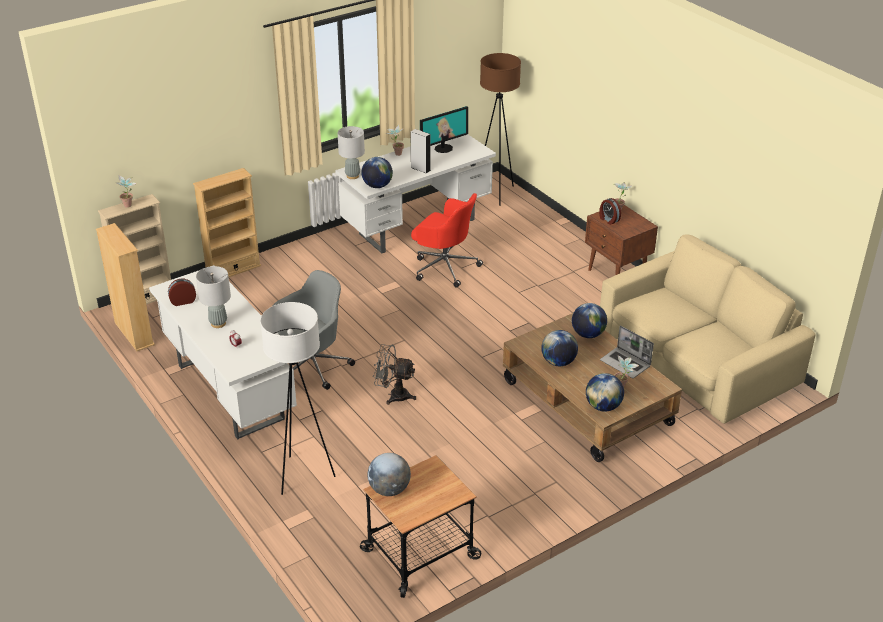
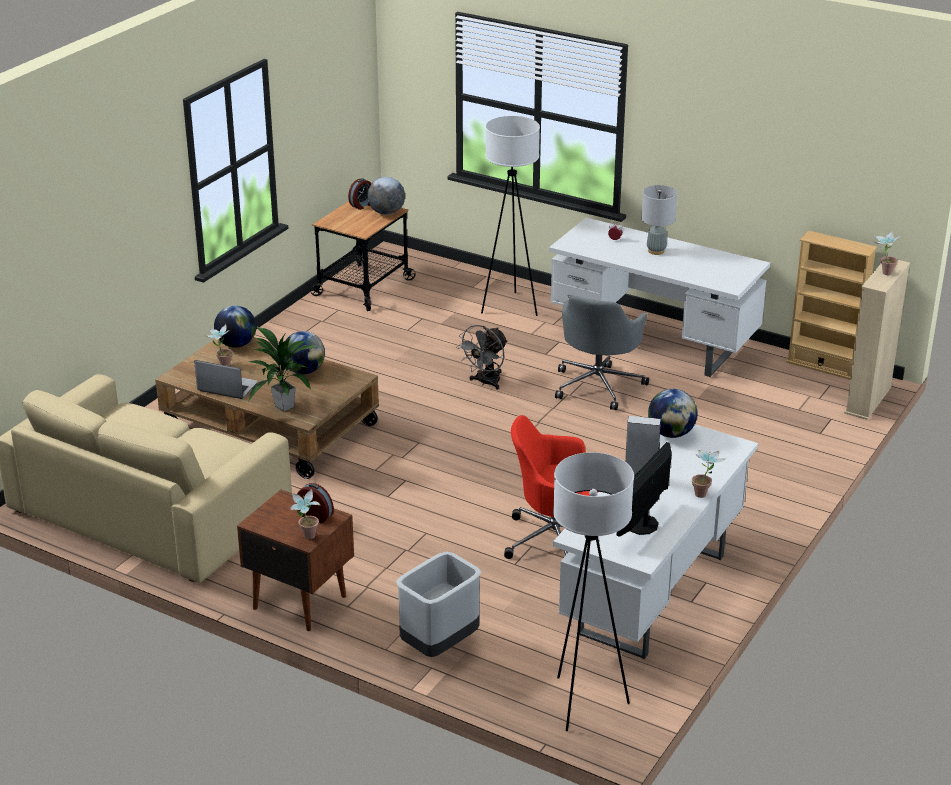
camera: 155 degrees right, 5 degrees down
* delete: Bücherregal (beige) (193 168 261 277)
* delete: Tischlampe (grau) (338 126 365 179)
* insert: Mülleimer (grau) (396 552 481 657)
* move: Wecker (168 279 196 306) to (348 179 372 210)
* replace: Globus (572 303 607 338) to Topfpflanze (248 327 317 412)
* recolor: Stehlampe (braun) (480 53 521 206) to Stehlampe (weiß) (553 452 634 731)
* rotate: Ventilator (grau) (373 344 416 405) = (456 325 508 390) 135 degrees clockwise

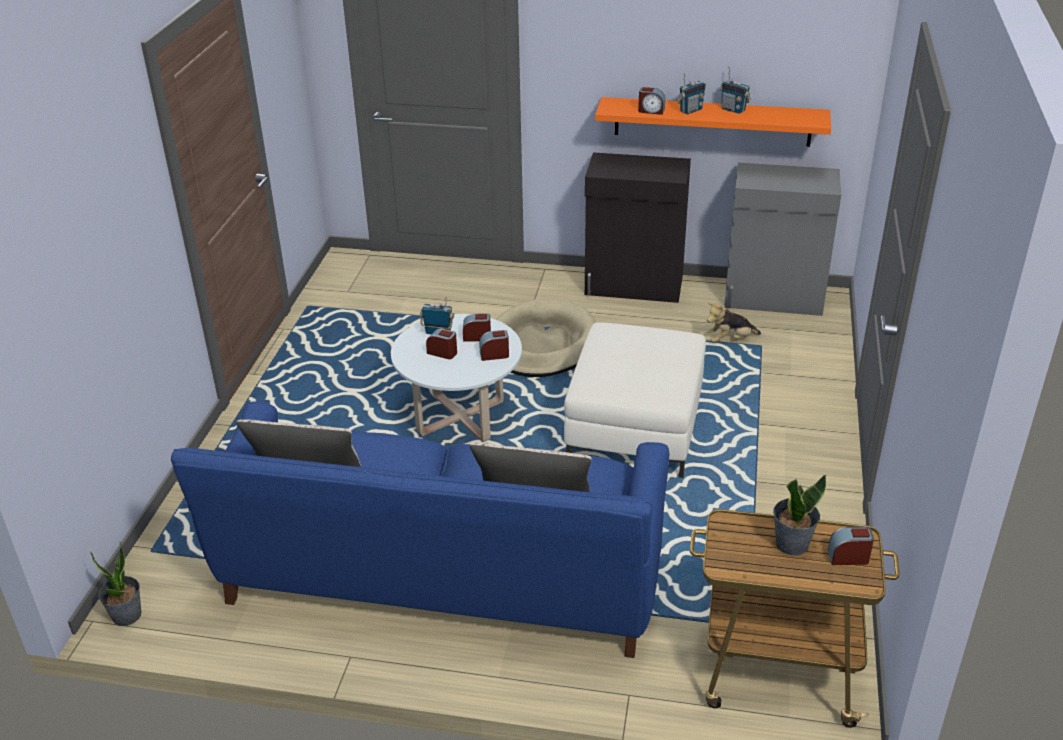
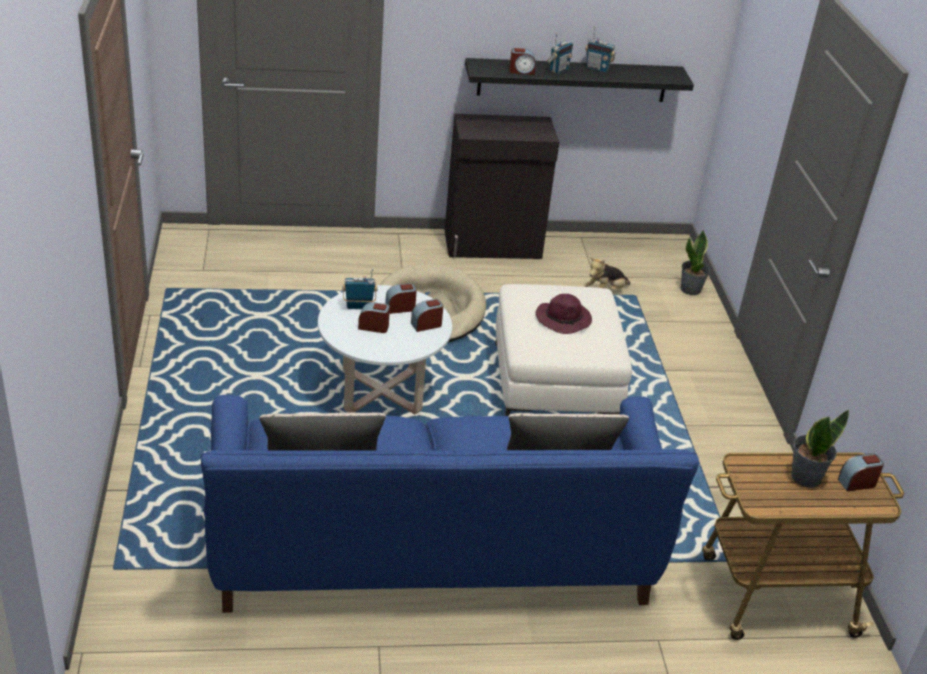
camera: 20 degrees left, 0 degrees up
* delete: Schrank (grau) (725 163 841 316)
* insert: Hut (lila) (535 294 592 334)
* move: Topfpflanze (90 542 142 626) to (681 230 710 295)
* recolor: Wandregal (orange) (595 97 831 147) to Wandregal (schwarz) (465 58 694 102)

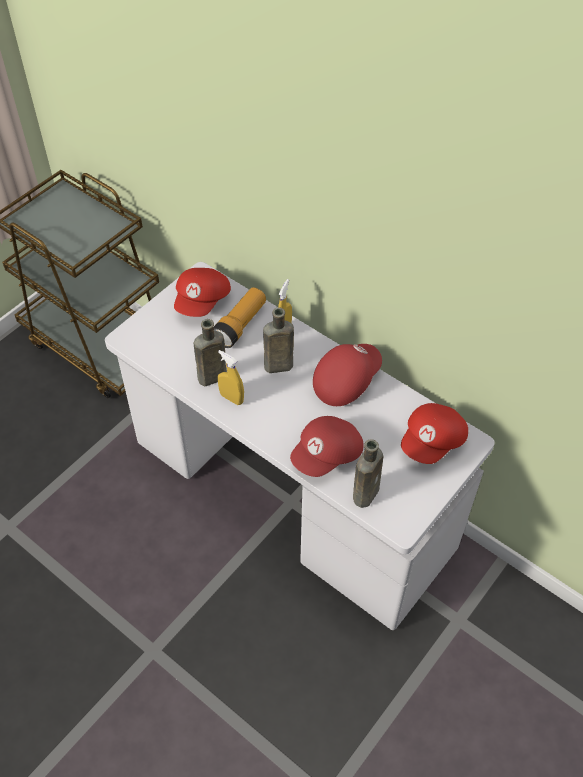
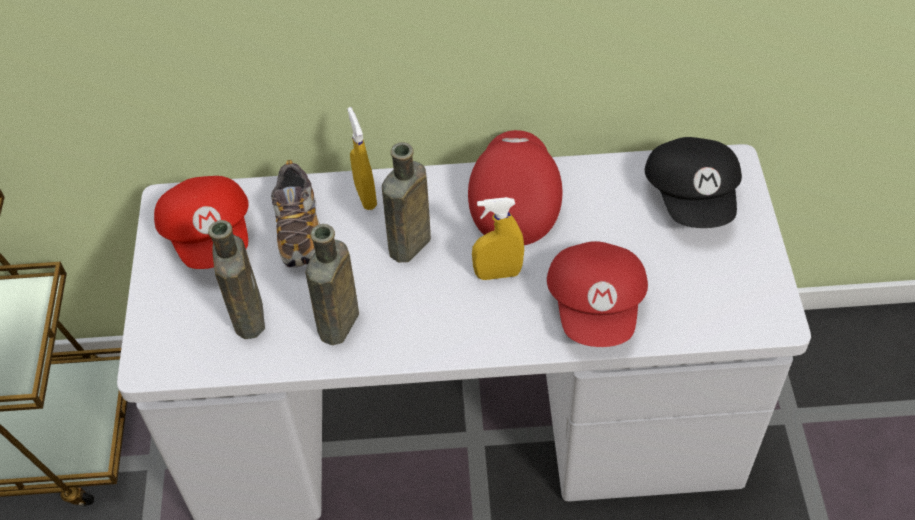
camera: 40 degrees left, 0 degrees up
* move: Sprühflasche (gelb) (218 350 244 405) to (472 197 524 280)
* move: Flasche (braun) (353 439 383 508) to (208 220 265 339)
* replace: Taschenlampe (214 287 266 348) to Schuh (271 160 320 268)
* recolor: Kappe (rot) (401 403 468 464) to Kappe (schwarz) (645 137 742 228)

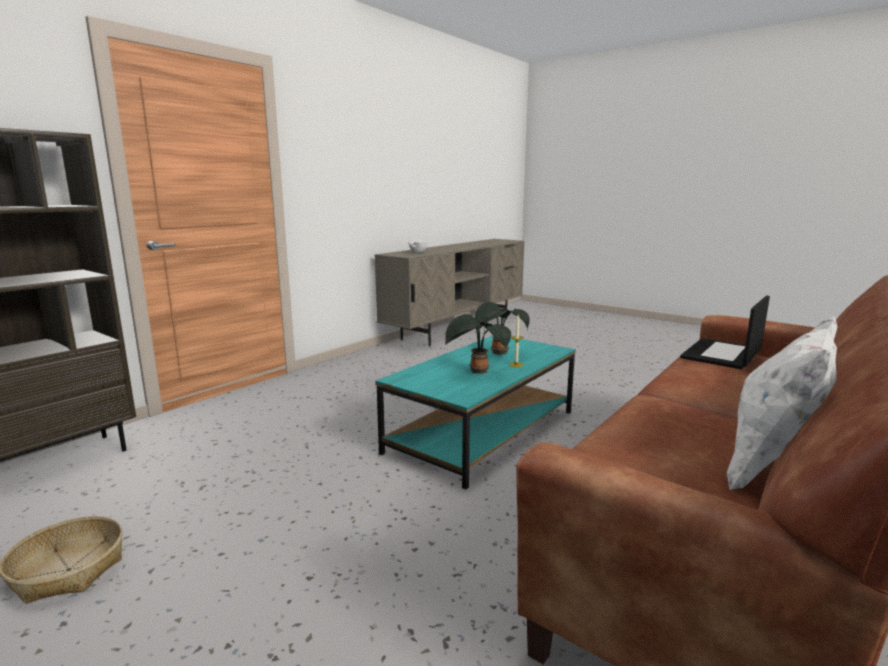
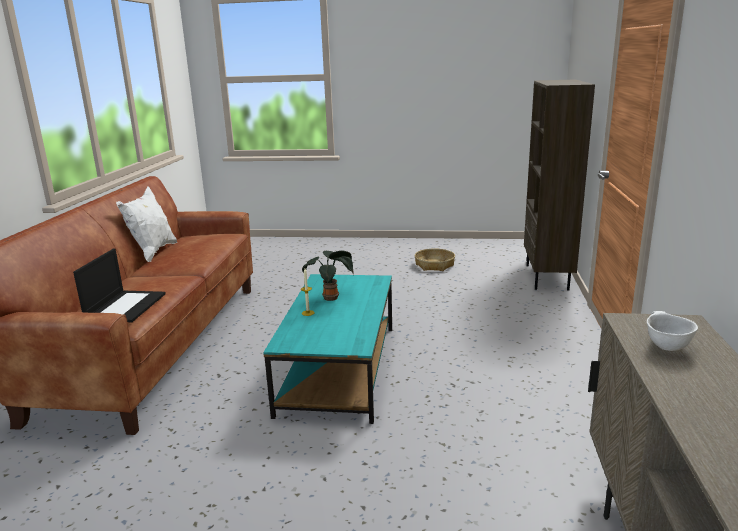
camera: 150 degrees right, 5 degrees up
* delete: Topfpflanze (475 302 530 355)

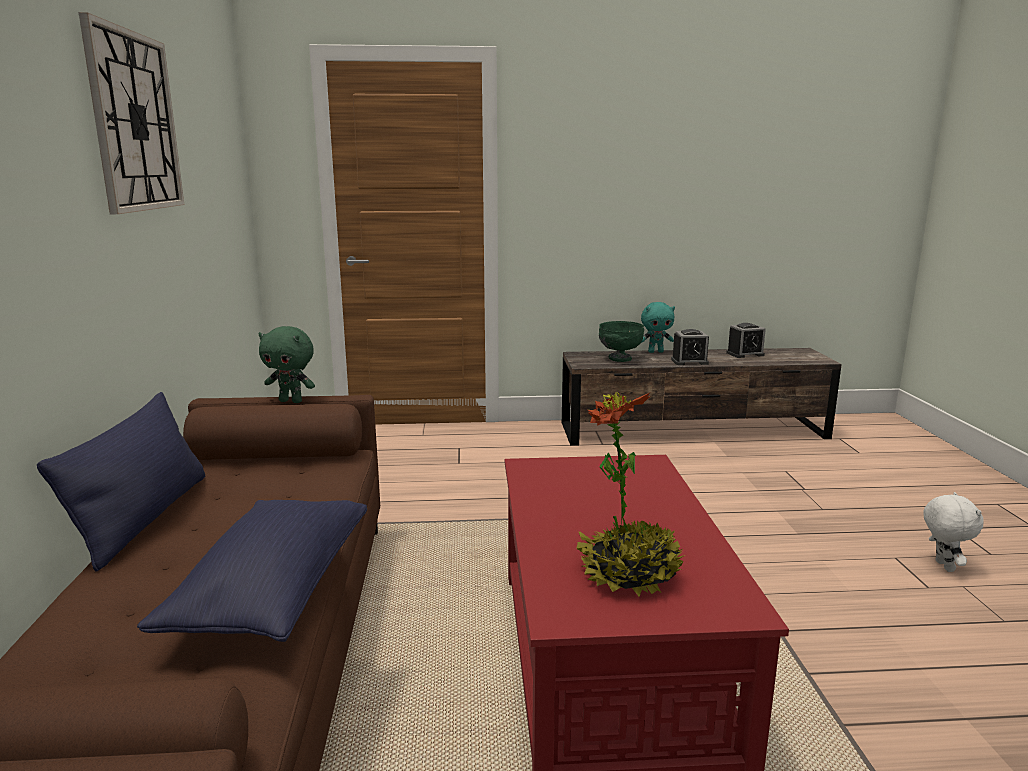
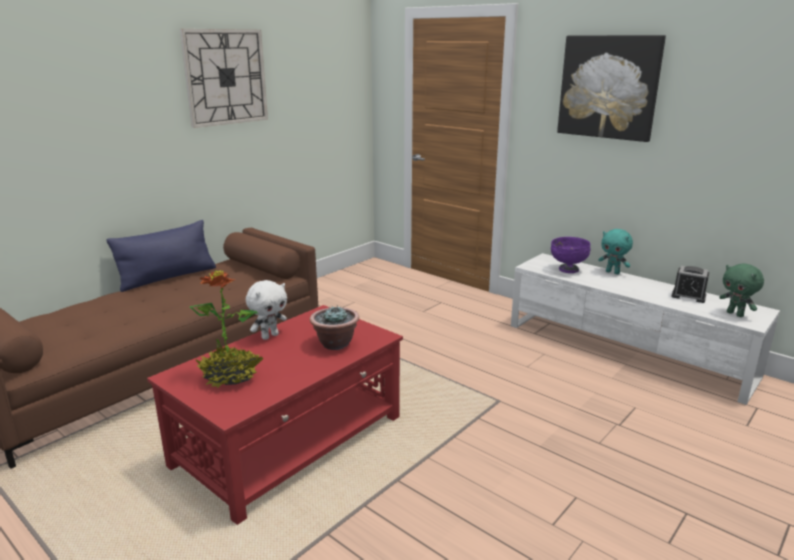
camera: 45 degrees right, 5 degrees up
* delete: Kissen (blau) (137 500 367 642)
* delete: Wecker (671 329 709 365)
* insert: Topfpflanze (310 305 359 350)
* insert: Bild (557 35 666 142)
* move: Plüschtier (grün) (258 326 315 403) to (719 263 764 317)
* move: Plüschtier (weiß) (923 492 984 572) to (246 280 287 340)
* recolor: Fernsehschrank (braun) (562 348 842 446) to Fernsehschrank (weiß) (511 253 780 405)
* recolor: Schüssel (grün) (599 321 644 362) to Schüssel (lila) (551 237 591 273)

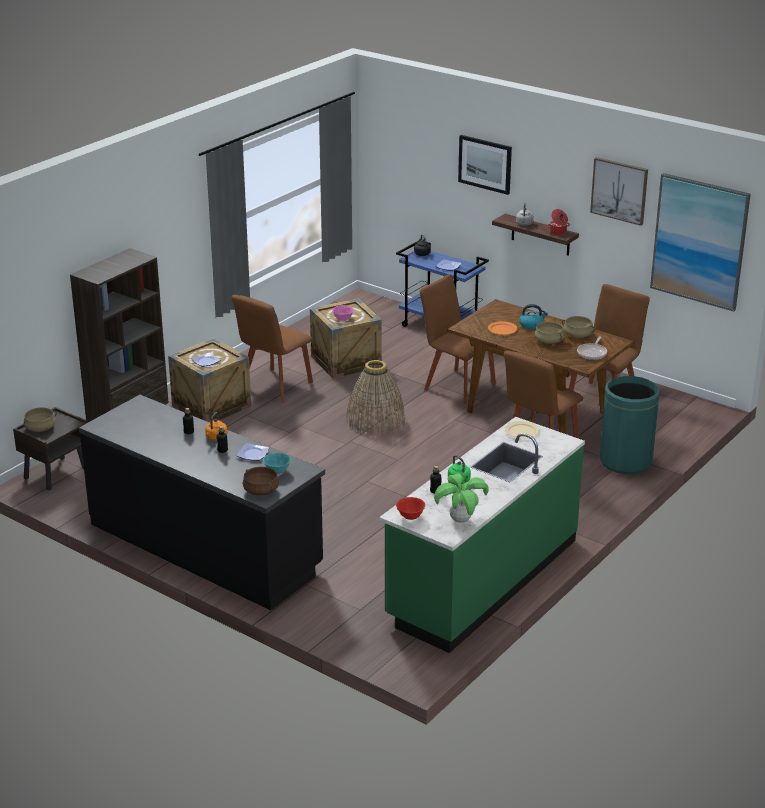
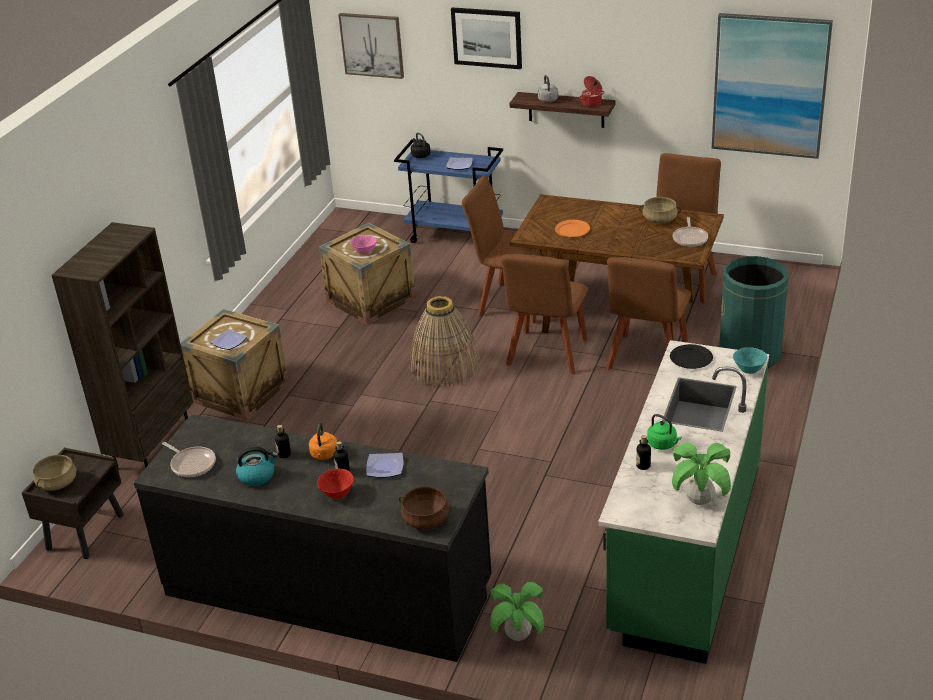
camera: 15 degrees left, 5 degrees up
* delete: Kochtopf (beige) (535 321 565 344)
* insert: Pfanne (162 442 216 477)
* insert: Topfpflanze (490 582 544 641)
* move: Stuhl (braun) (231 295 313 403) to (501 254 588 374)
* move: Schüssel (türkis) (263 453 291 474) to (733 347 767 374)
* move: Schüssel (rot) (396 497 425 520) to (317 468 354 499)
* move: Wasserkessel (519 304 548 330) to (236 446 278 486)
* move: Bild (590 157 648 226) to (338 13 404 79)
* recolor: Teller (beige) (505 421 540 439) to Teller (schwarz) (670 344 713 369)

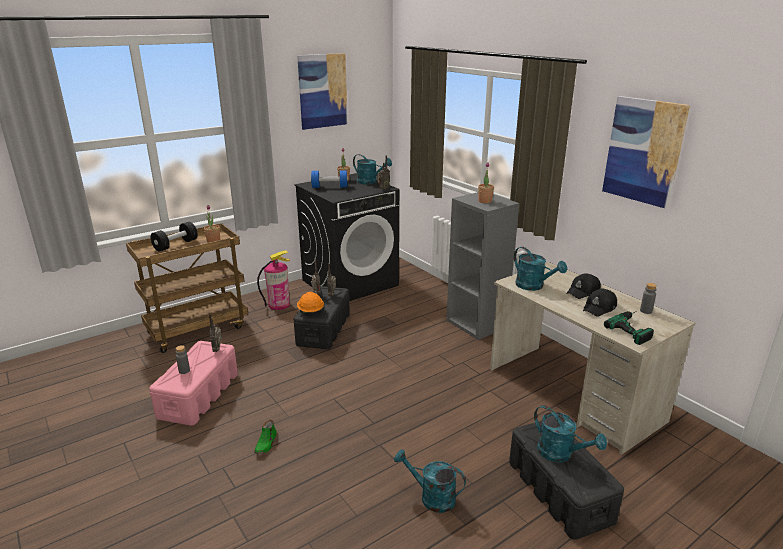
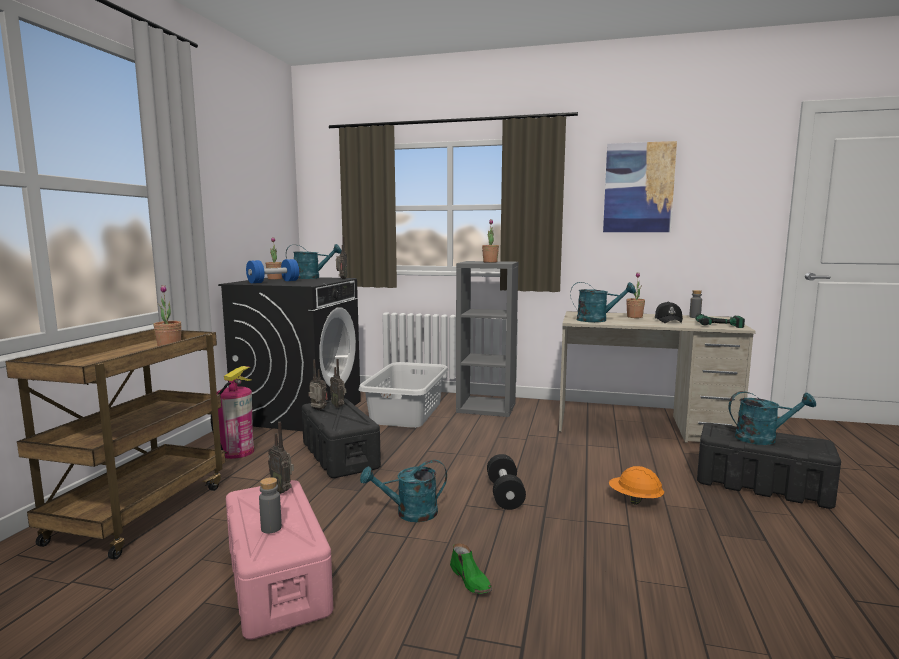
camera: 40 degrees left, 15 degrees down
* delete: Bild (297 53 348 130)
* insert: Wäschekorb (grau) (358 362 448 428)
* move: Hantel (schwarz) (151 222 198 252) to (487 454 526 510)
* move: Schutzhelm (orange) (297 292 324 314) to (609 466 664 505)
* move: Gießkanne (türkis) (394 449 466 513) to (360 460 447 522)
* replace: Kappe (schwarz) (566 273 601 299) to Topfpflanze (626 272 645 318)

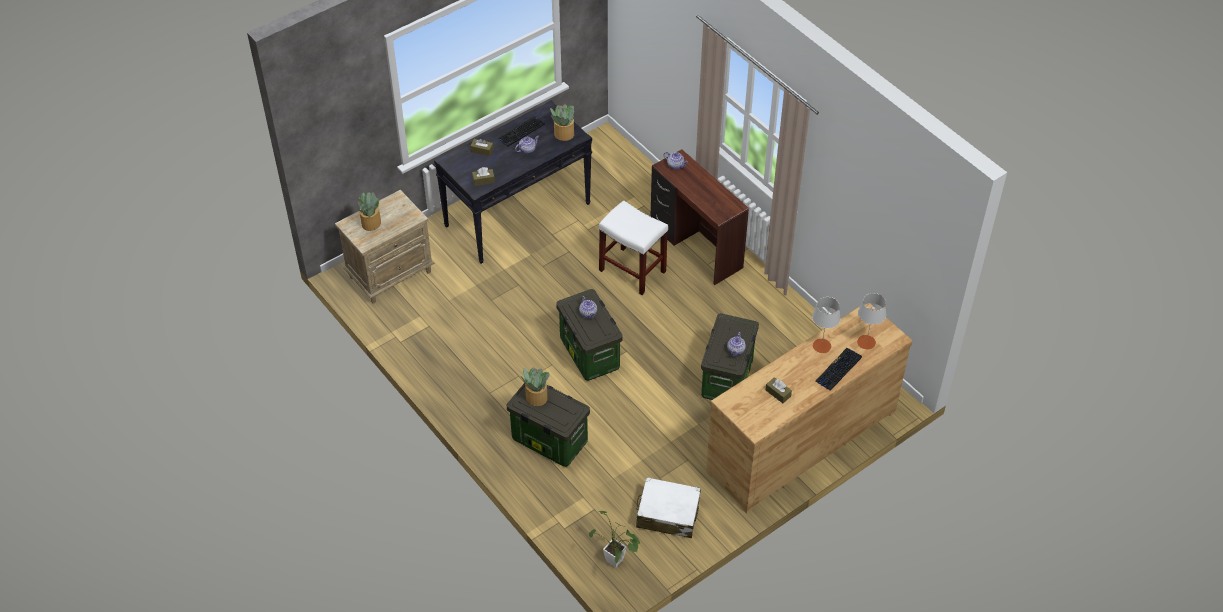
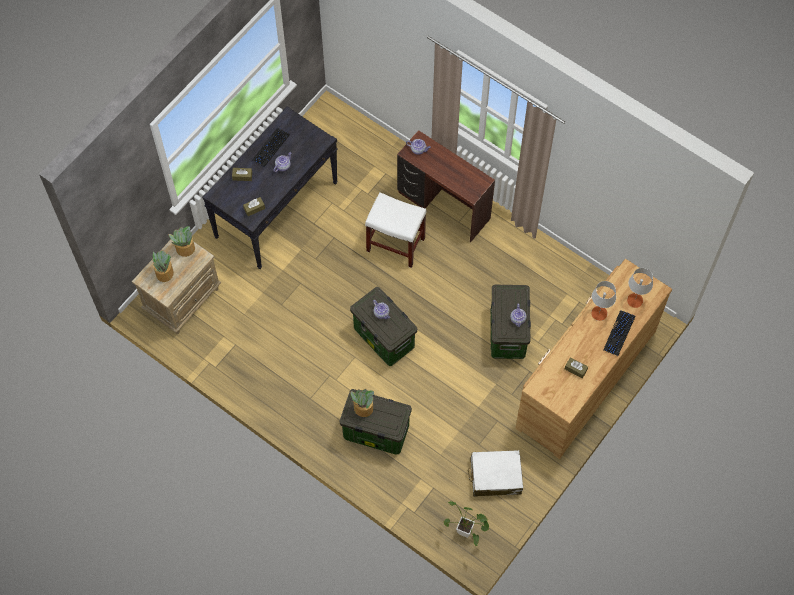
camera: 15 degrees left, 15 degrees up
* move: Topfpflanze (550 104 574 141) to (168 226 195 257)

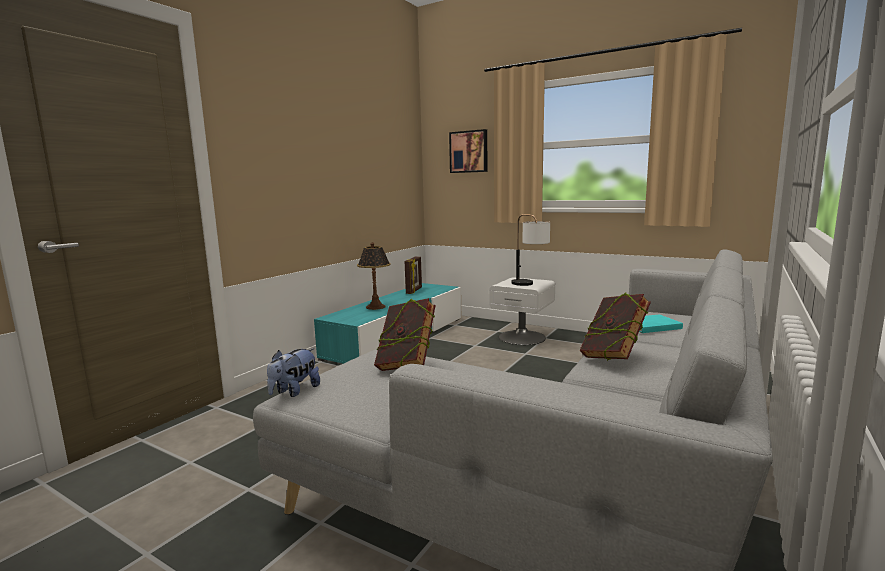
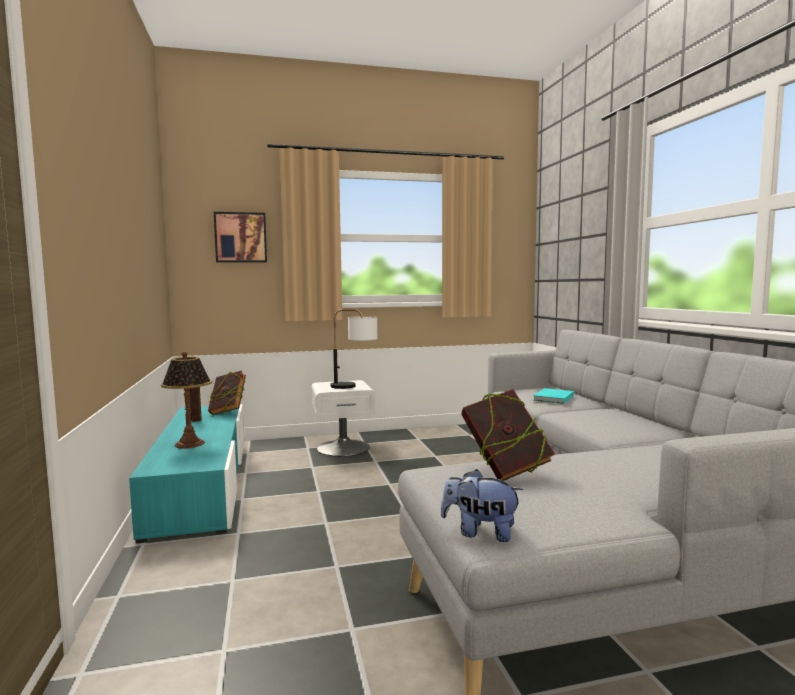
camera: 45 degrees left, 5 degrees down
* move: Buch (579 293 651 361) to (208 370 246 415)
* rotate: Plüschtier (267 348 320 397) = (441 469 523 542) 120 degrees clockwise

